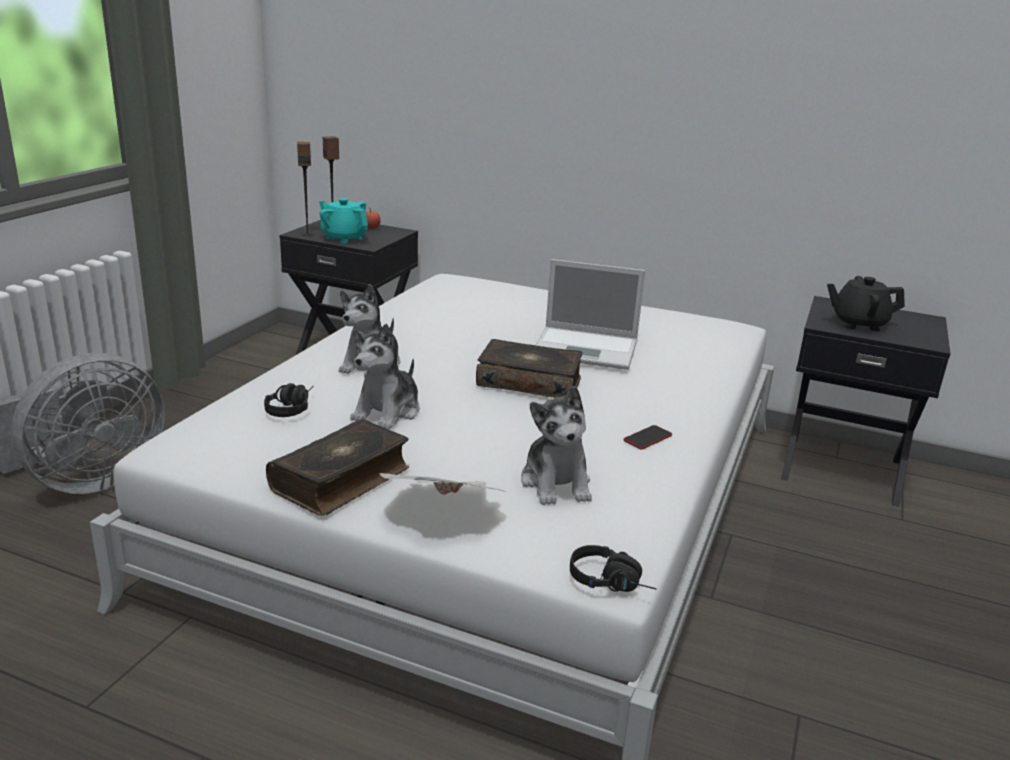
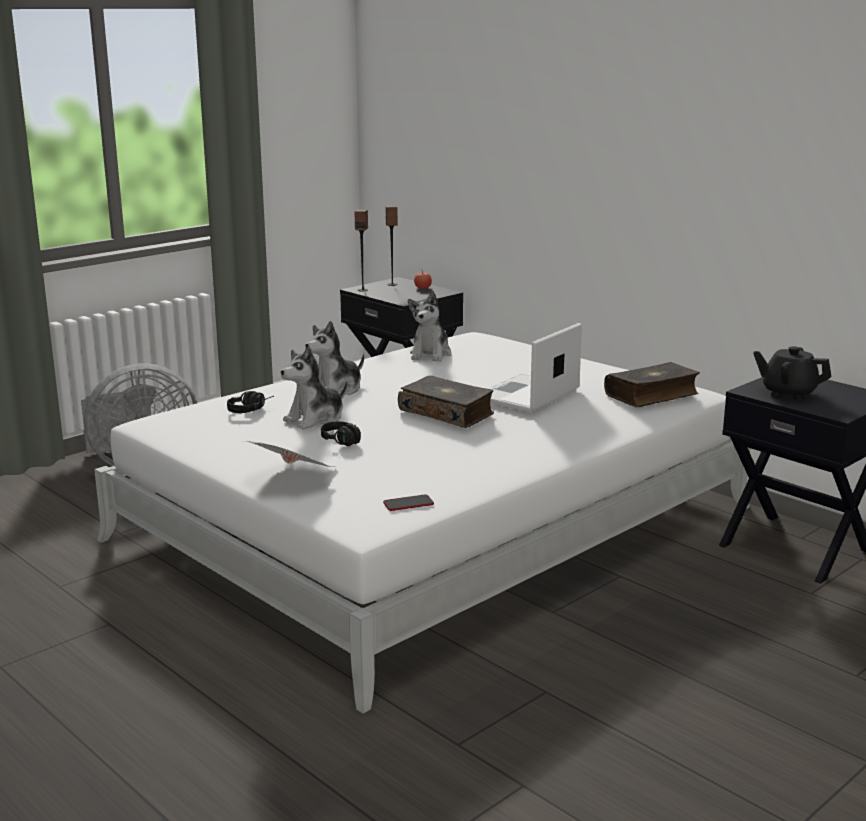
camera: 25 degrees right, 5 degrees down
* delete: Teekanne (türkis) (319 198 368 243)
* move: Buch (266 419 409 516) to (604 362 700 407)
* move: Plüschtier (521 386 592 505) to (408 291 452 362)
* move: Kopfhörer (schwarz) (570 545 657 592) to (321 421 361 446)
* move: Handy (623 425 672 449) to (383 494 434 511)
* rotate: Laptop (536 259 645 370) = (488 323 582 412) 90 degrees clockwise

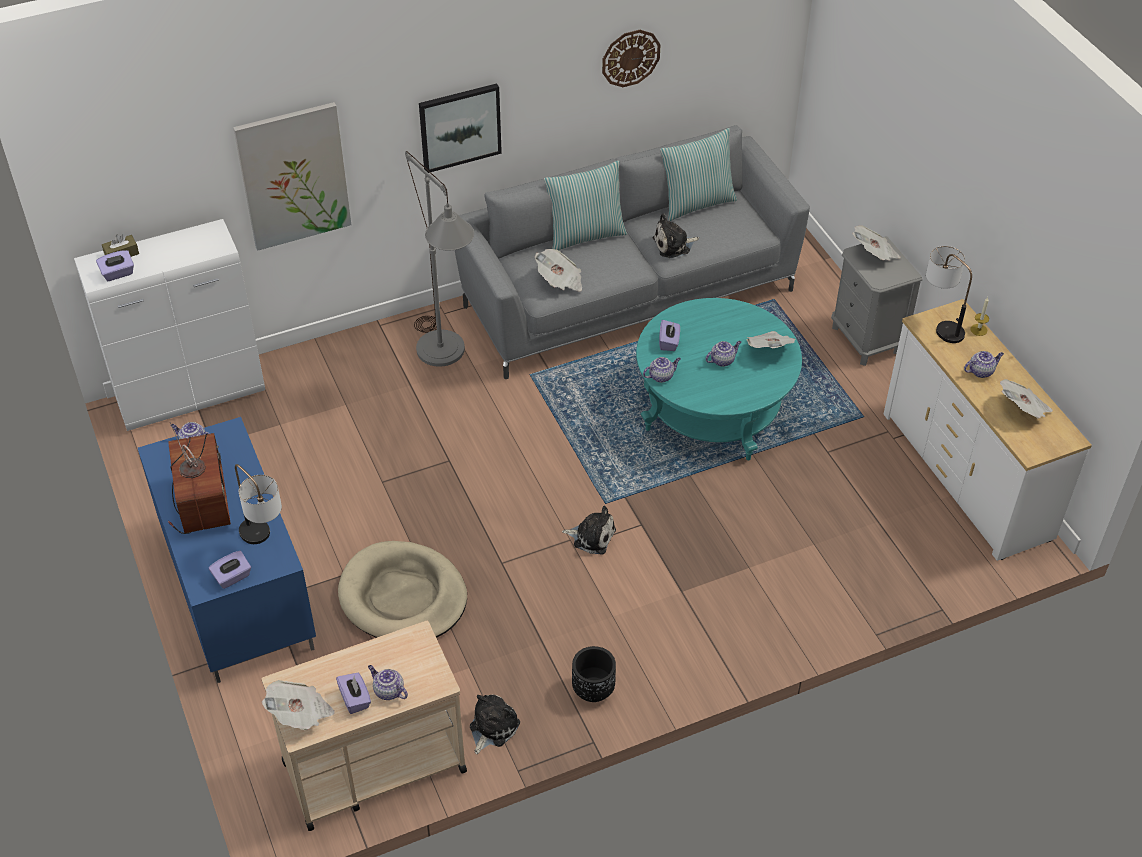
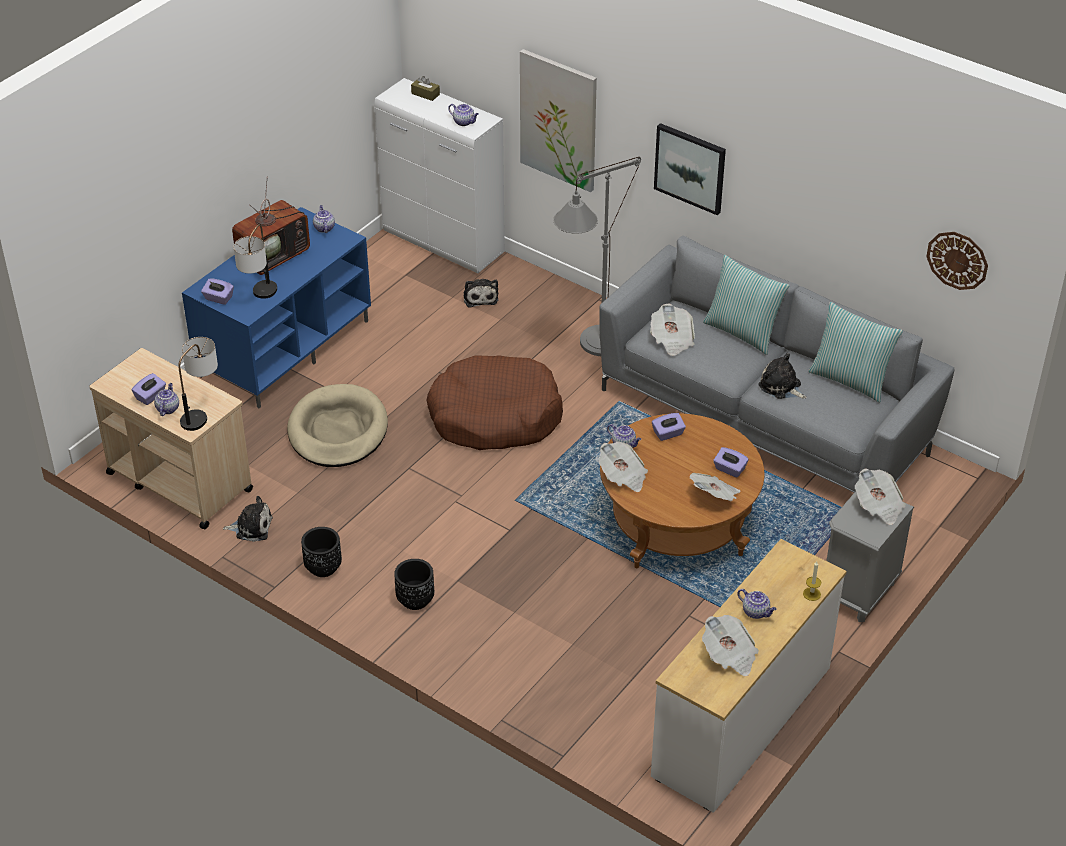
camera: 60 degrees right, 5 degrees down
* insert: Pflanzkübel (schwarz) (394 559 434 610)
* insert: Hundebett (braun) (426 355 563 450)
* move: Taschentuchbox (lila) (96 250 134 281) to (713 447 749 478)
* move: Zeitung (262 680 335 730) to (598 442 648 492)
* move: Plüschtier (562 506 616 554) to (463 279 498 308)
* move: Wanduhr (602 30 660 87) to (926 232 988 290)
* move: Teekanne (706 341 741 367) to (448 104 479 126)
* move: Tischlampe (926 246 972 343) to (178 337 218 431)
* recolor: Couchtisch (türkis) (636 298 802 460) to Couchtisch (braun) (600 414 765 568)

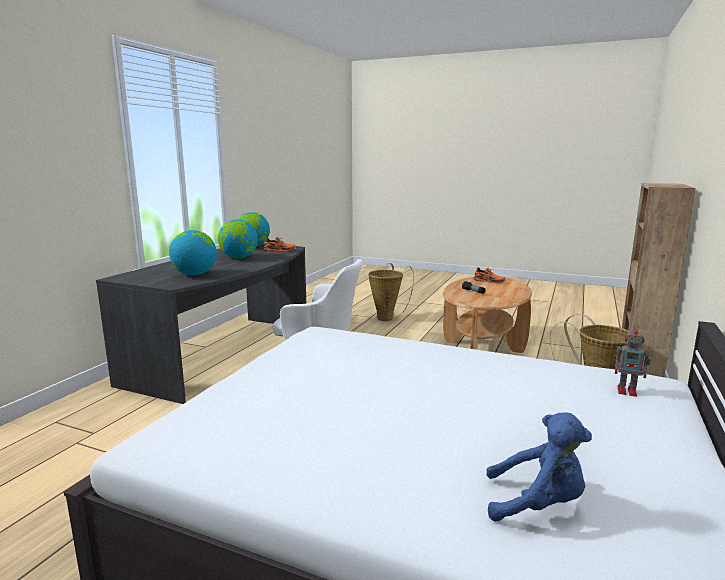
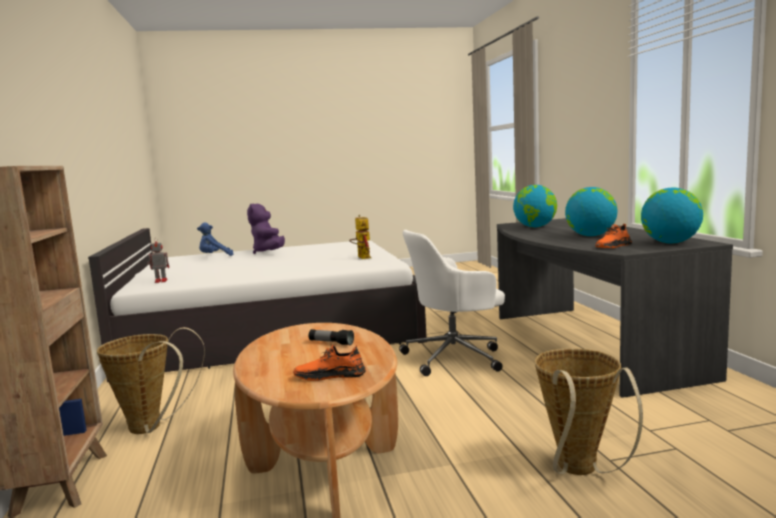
camera: 145 degrees right, 5 degrees down
* insert: Plüschtier (lila) (247 203 285 254)
* insert: Spielzeugroboter (349 215 372 259)

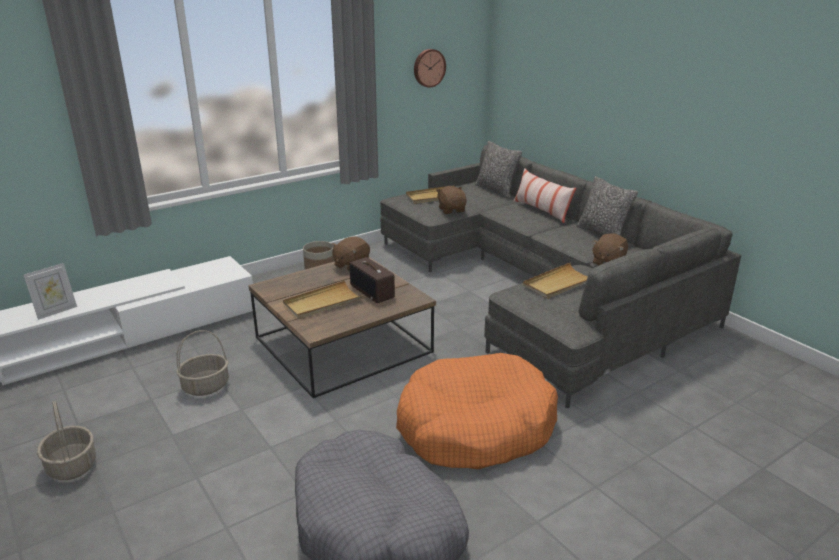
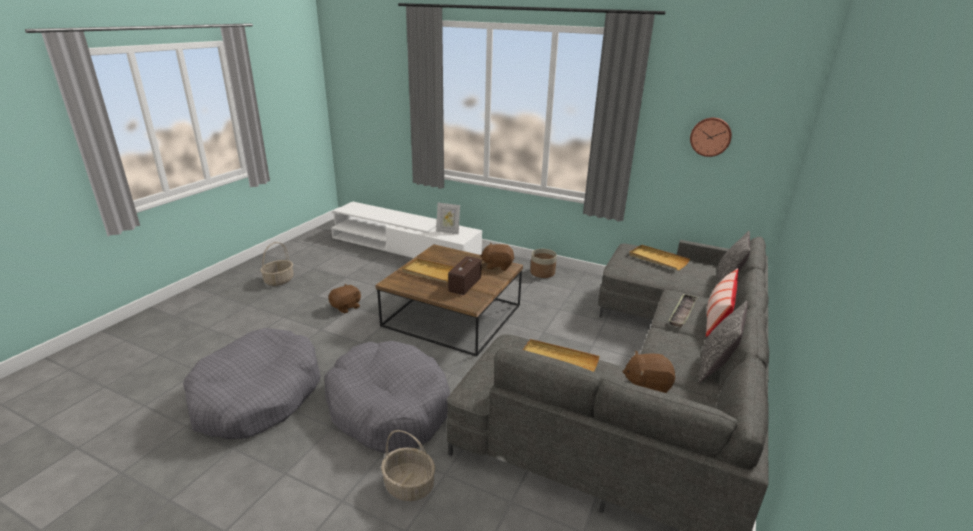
camera: 60 degrees right, 0 degrees up
* insert: Tablett (669 294 698 327)
* move: Bilderrahmen (23 263 77 320) to (436 203 460 235)
* move: Korb (177 330 229 396) to (381 430 435 501)
* move: Plüschtier (braun) (436 186 467 214) to (328 284 361 313)
* recolor: Hundebett (orange) (396 353 558 469) to Hundebett (grau) (325 341 450 453)

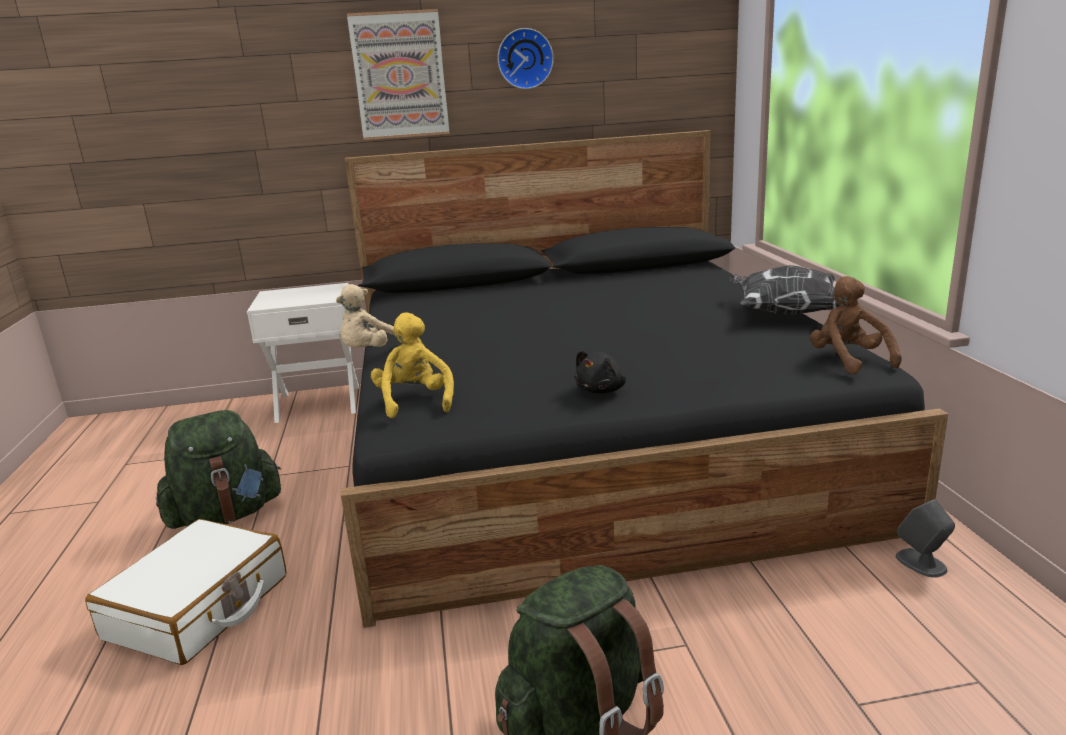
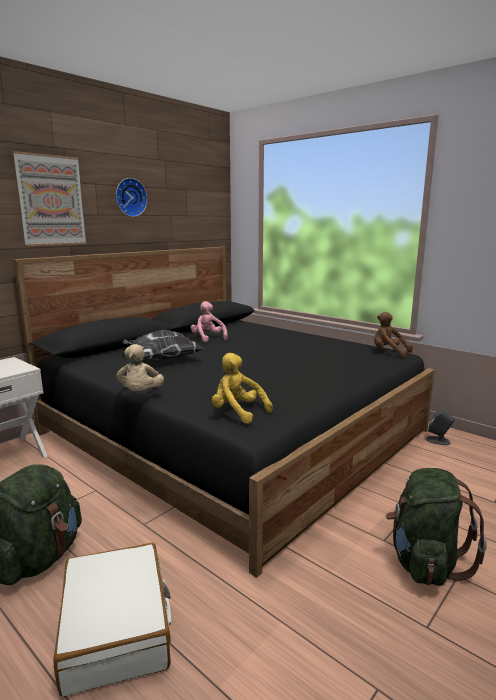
camera: 40 degrees left, 5 degrees down
* delete: Plüschtier (schwarz) (575 351 626 393)
* insert: Plüschtier (rosa) (191 301 228 342)
* move: Kissen (730 265 839 315) to (122 330 205 361)

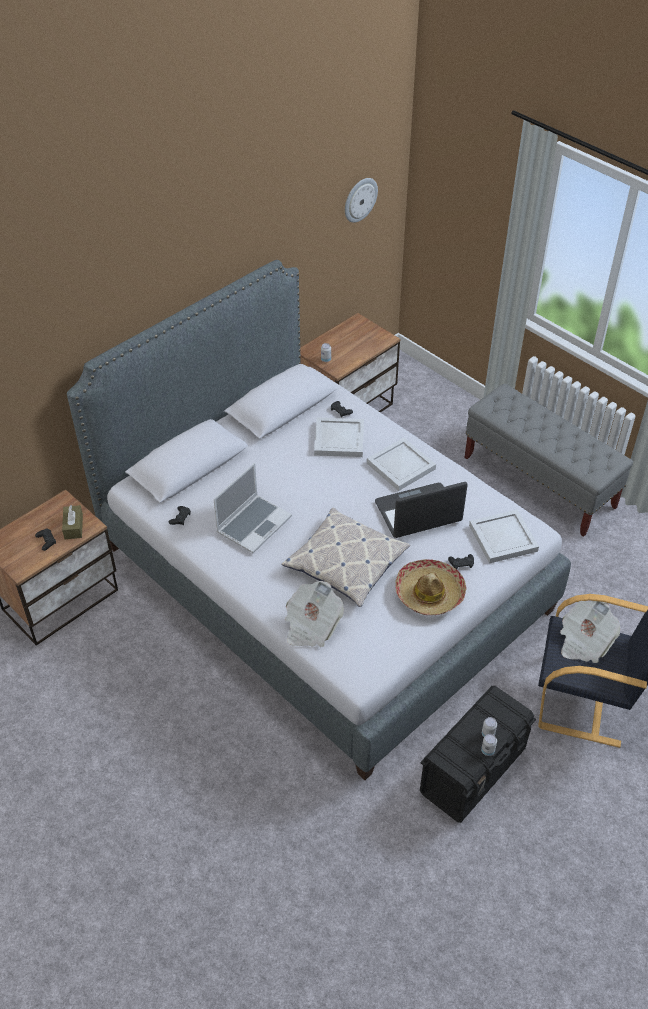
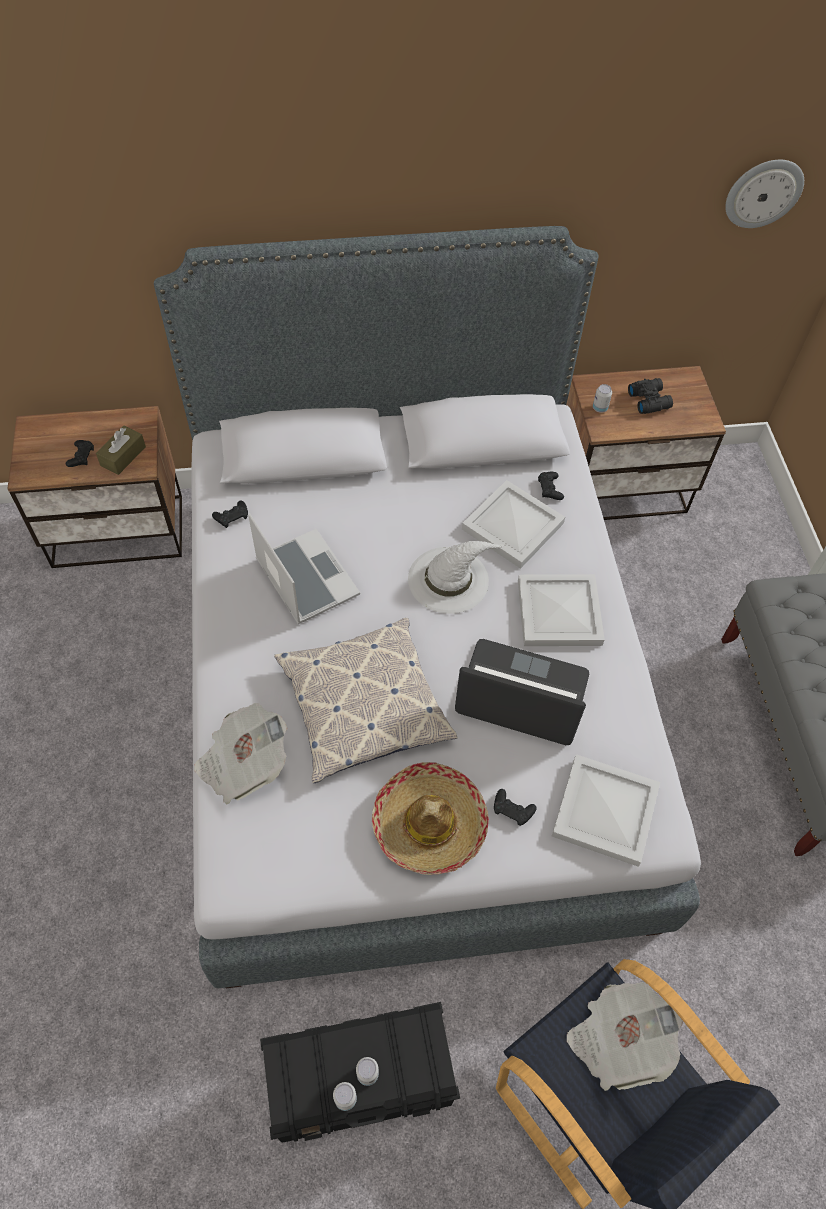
camera: 35 degrees right, 10 degrees up
* insert: Hut (weiß) (408 541 507 614)
* insert: Fernglas (schwarz) (628 378 673 414)
* rotate: Laptop (213 463 292 553) = (248 513 360 624) 105 degrees counterclockwise

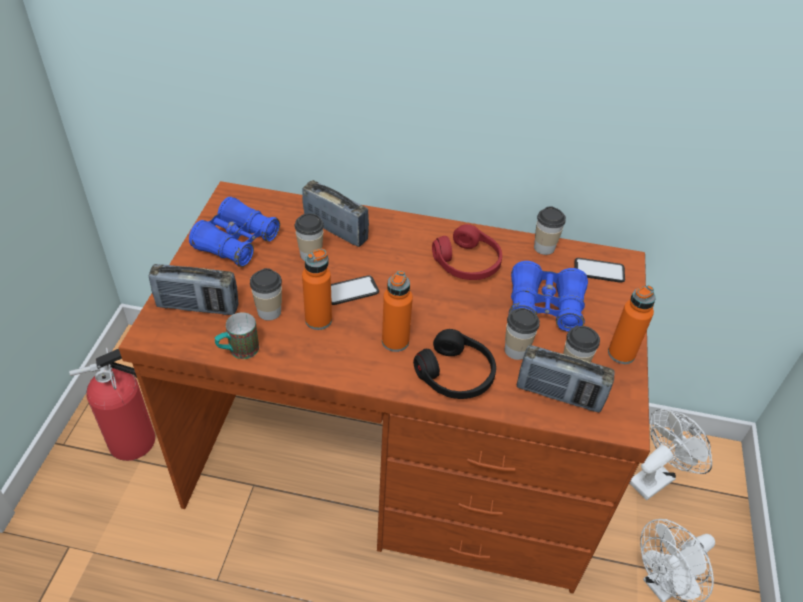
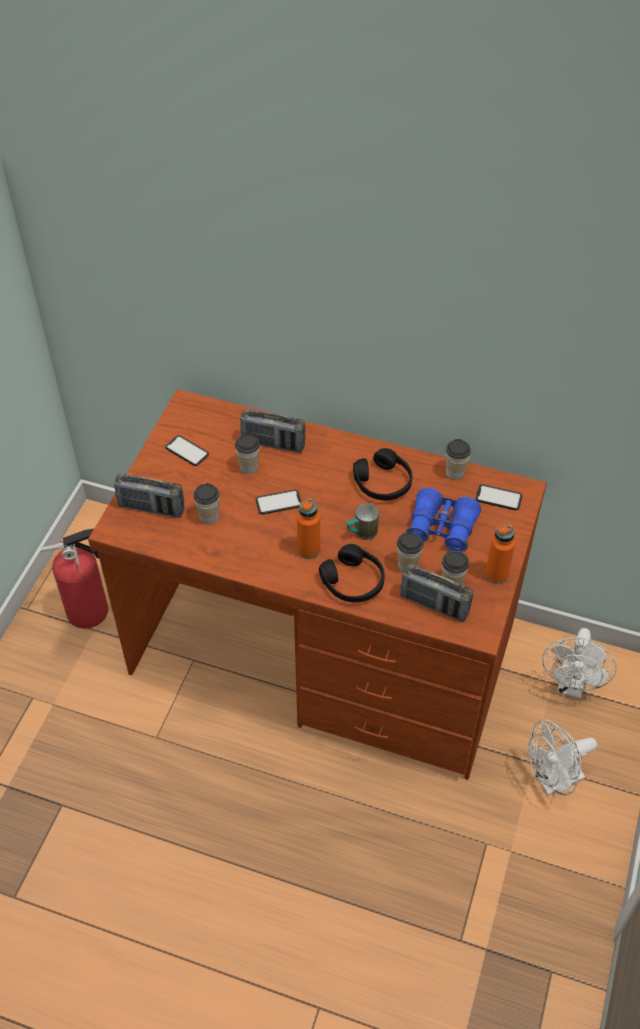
camera: 10 degrees right, 5 degrees up
* delete: Flasche (orange) (302 249 332 330)
* move: Henkelbecher (215 312 259 359) to (347 503 379 540)
* replace: Fernglas (blau) (189 197 280 267) to Handy (165 435 209 466)
* recolor: Kopfhörer (rot) (432 224 502 280) to Kopfhörer (schwarz) (353 448 412 500)
* rotate: Radio (302 180 369 247) = (240 409 305 453) 150 degrees clockwise
* rotate: Ventilator (weiß) (630 409 712 500) = (542 628 617 699) 135 degrees clockwise

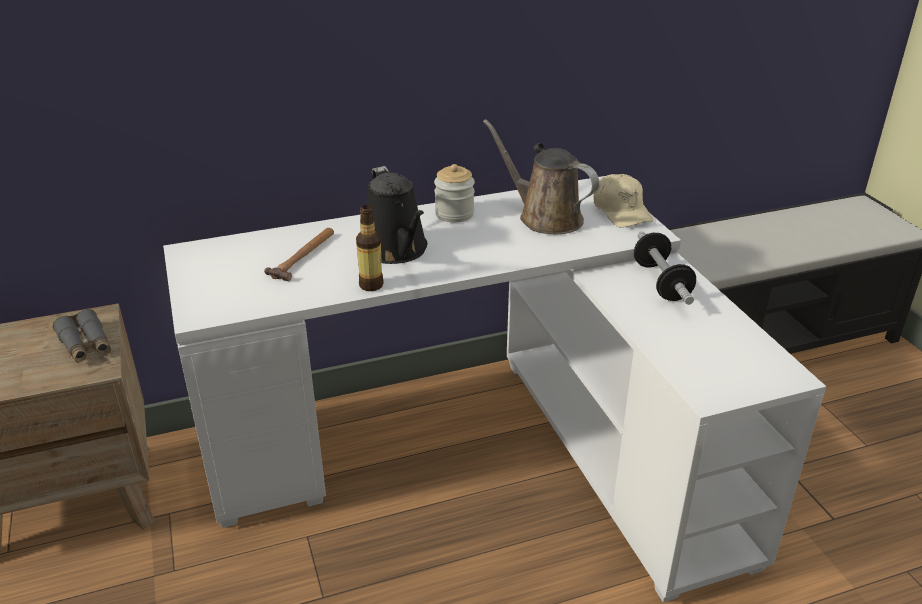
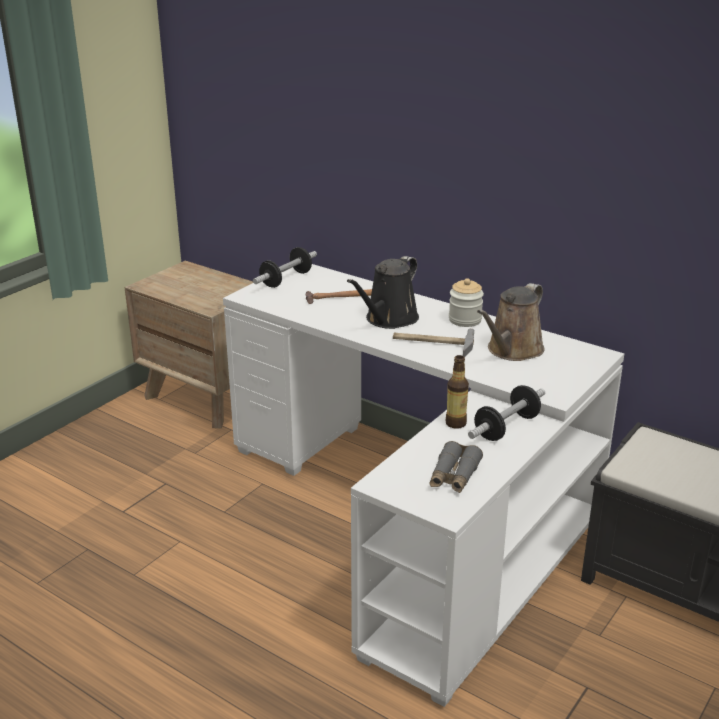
camera: 55 degrees right, 5 degrees down
* delete: Kappe (beige) (593 174 654 228)
* insert: Hantel (253 247 317 288)
* insert: Hammer (393 329 474 357)
* move: Fernglas (grau) (53 309 111 363) to (429 441 483 493)
* move: Flasche (356 205 384 291) to (445 355 469 429)
* rotate: Gießkanne (braun) (483 119 599 234) = (477 283 545 361) 150 degrees counterclockwise

